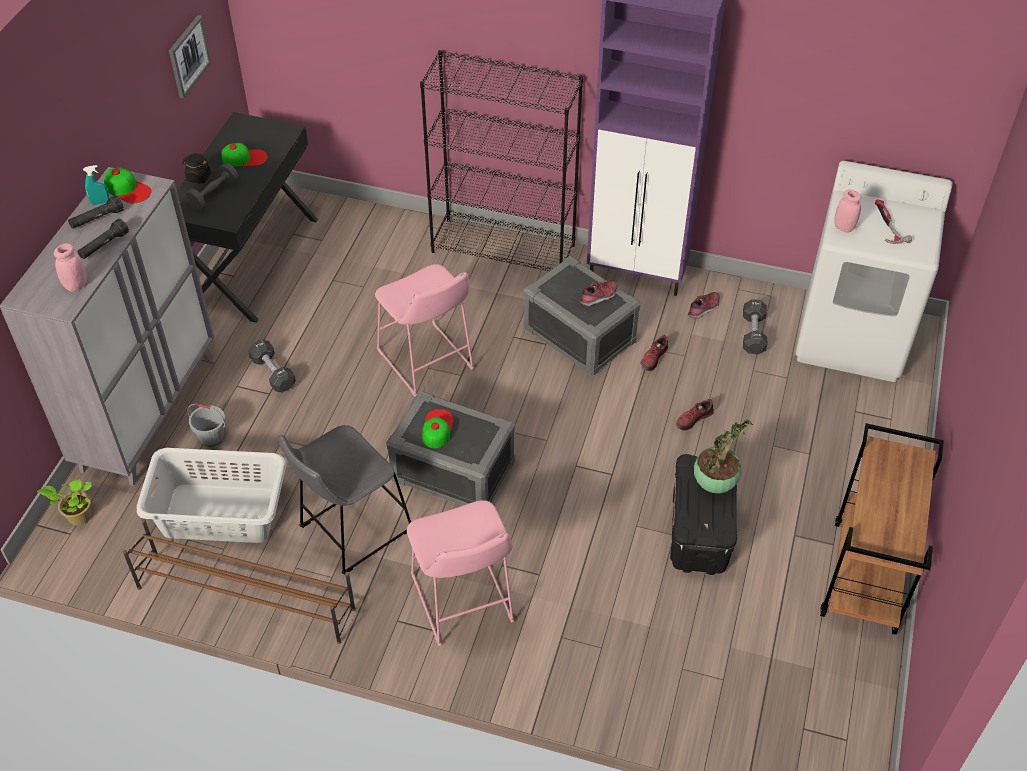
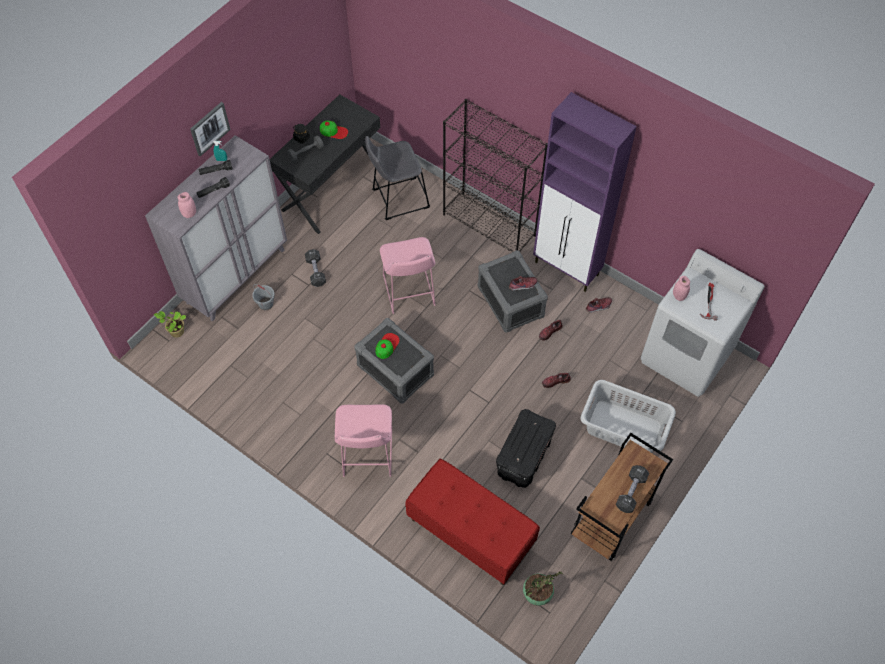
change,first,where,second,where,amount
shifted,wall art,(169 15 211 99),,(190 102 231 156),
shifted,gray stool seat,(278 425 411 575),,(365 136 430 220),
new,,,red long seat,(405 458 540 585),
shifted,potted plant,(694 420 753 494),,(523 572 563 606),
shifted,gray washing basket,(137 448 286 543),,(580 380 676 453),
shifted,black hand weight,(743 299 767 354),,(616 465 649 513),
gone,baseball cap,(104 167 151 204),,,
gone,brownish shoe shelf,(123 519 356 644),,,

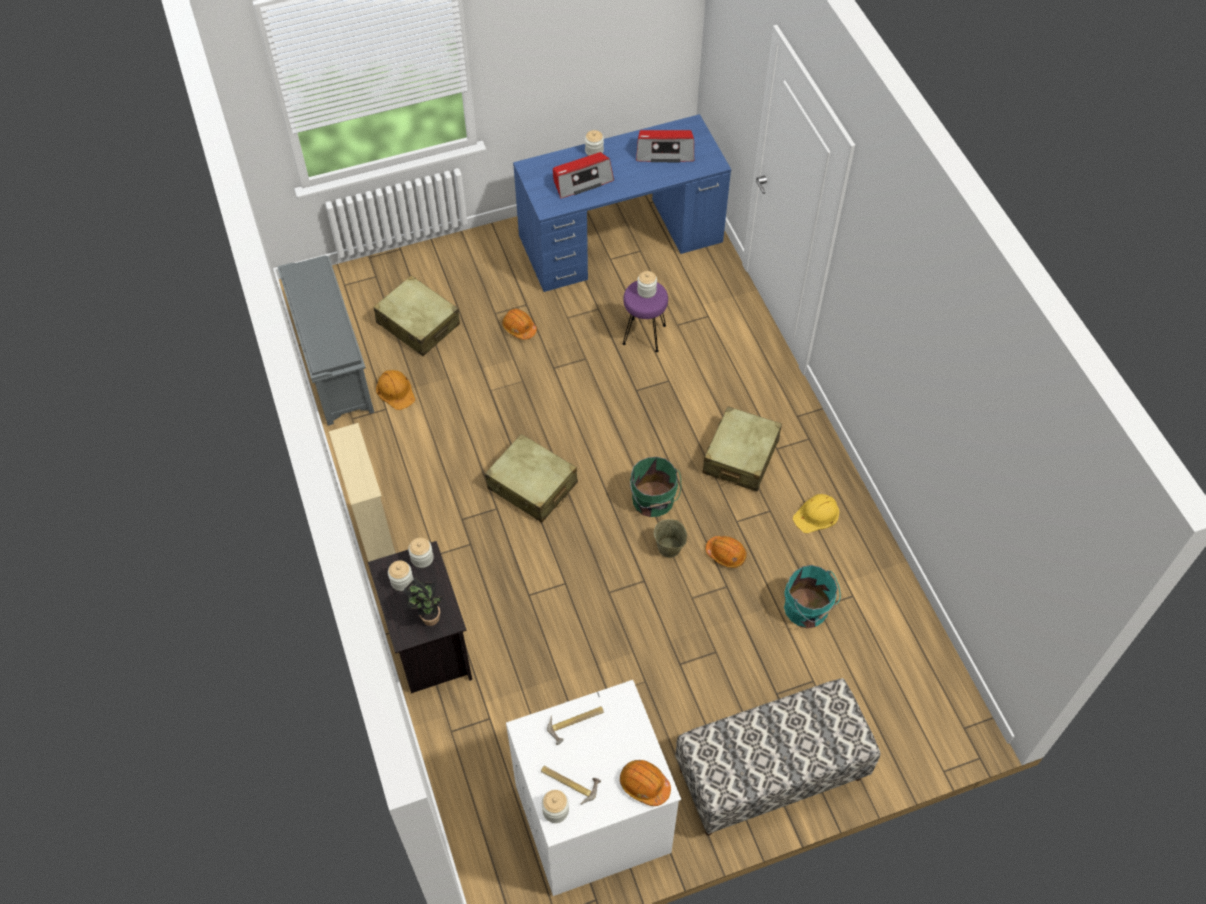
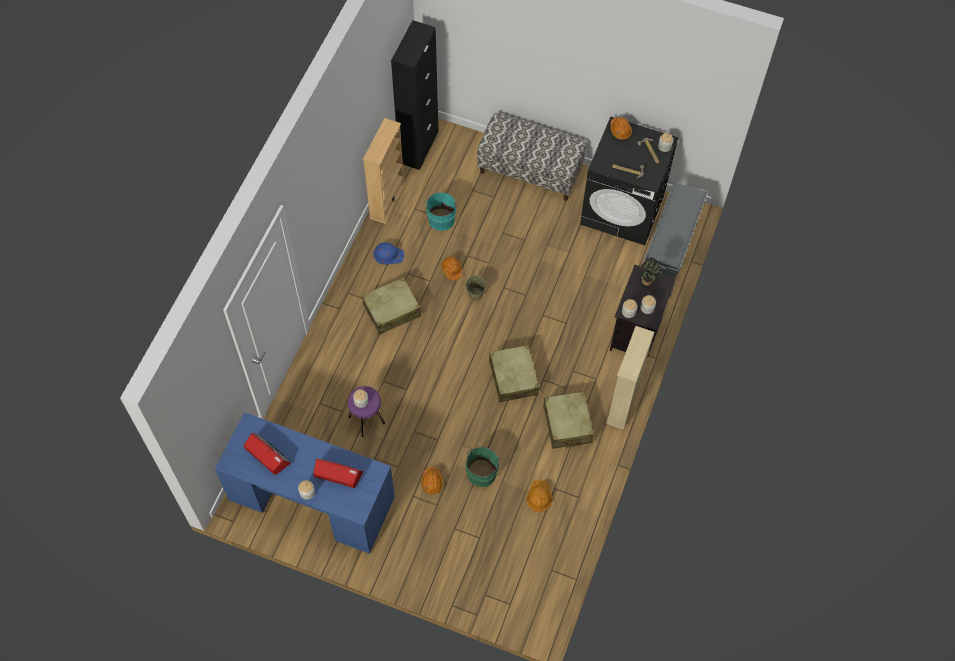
change,first,where,second,where,amount
new,,,beige-coloured shelving unit,(363 118 405 224),
repainted,yellow safety helmet,(793 494 839 533),bluish safety helmet,(373 242 404 265),
new,,,black storage cabinet,(391 20 439 170),
shifted,greenish bucket,(630 457 681 517),,(465 447 502 487),
shifted,beige-coloured travel case,(373 275 460 356),,(543 391 594 449),
repainted,whitish laundry machine,(506 680 681 896),black laundry machine,(580 116 678 245),
shifted,gray shoe shelf,(277 255 374 426),,(643 182 708 298),

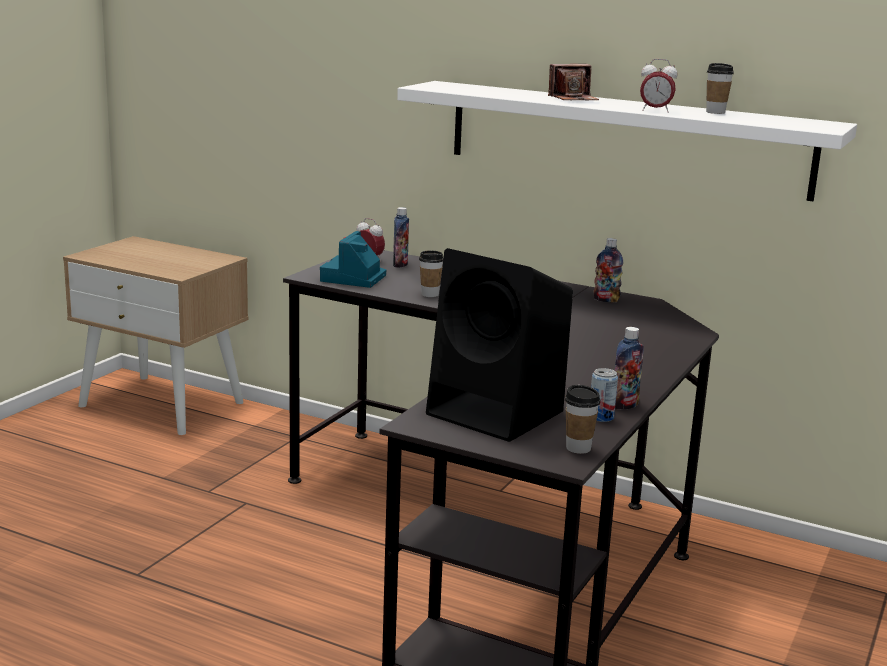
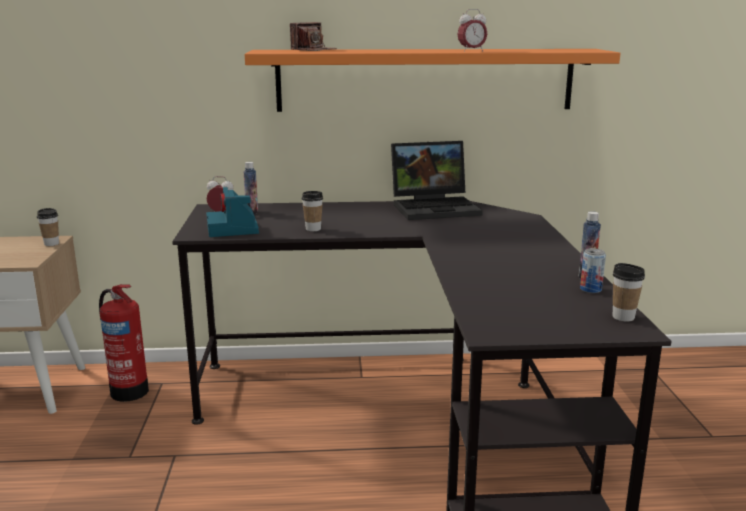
change,first,where,second,where,amount
shifted,cup,(706 63 734 114),,(37 208 59 246),
new,,,fire extinguisher,(99 284 149 402),
repainted,whitish shelf,(397 81 857 201),orange shelf,(245 49 621 112),
shifted,still camera,(548 64 599 100),,(290 22 337 51),
swapped,beverage bottle,(593 238 623 302),notebook computer,(391 141 483 220),
gone,black loudspeaker,(426 248 573 442),,,

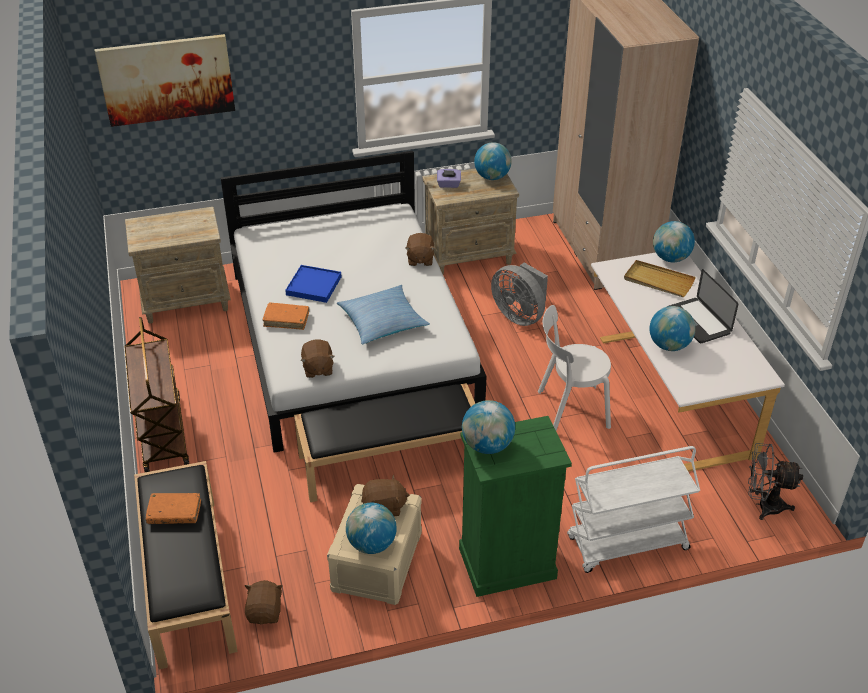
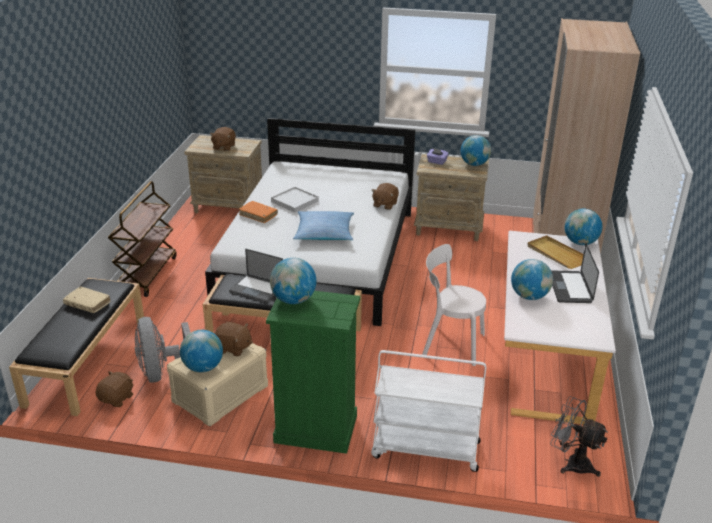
change,first,where,second,where,amount
repainted,orange bound book,(145 493 201 524),beige-coloured bound book,(63 286 111 313),
shifted,gray fan,(491 263 548 326),,(135 317 191 383),
shifted,brownish soft toy,(301 340 335 378),,(210 127 236 151),
new,,,notebook computer,(229 248 283 303),
repainted,bluish tray,(285 265 342 303),whitish tray,(271 187 319 213),
gone,wall art,(94 34 235 127),,,

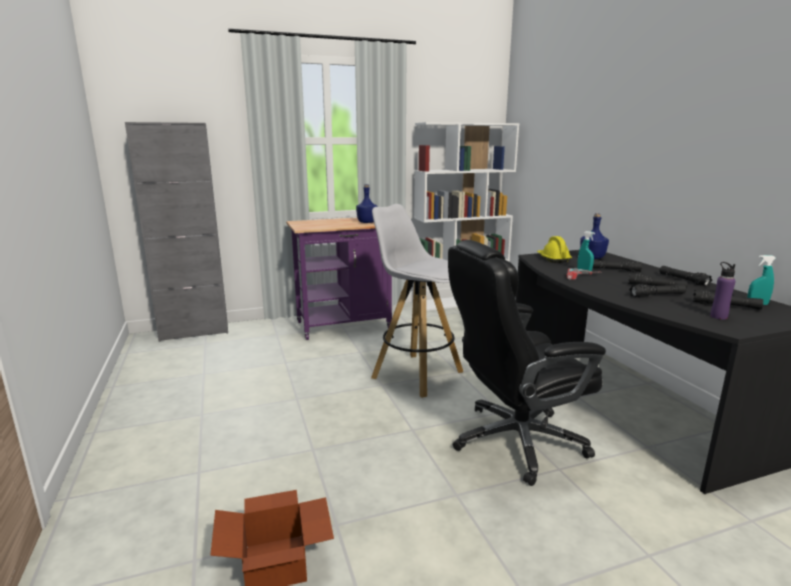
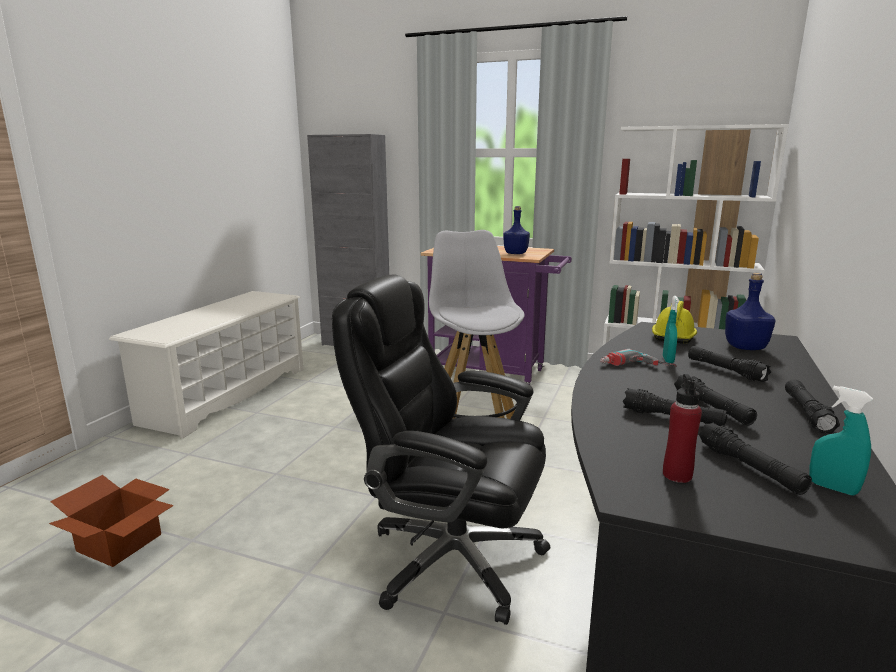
change,first,where,second,where,amount
new,,,whitish shoe shelf,(109 291 303 438),
repainted,purple-coloured beverage bottle,(710 262 736 319),red beverage bottle,(663 374 702 483),

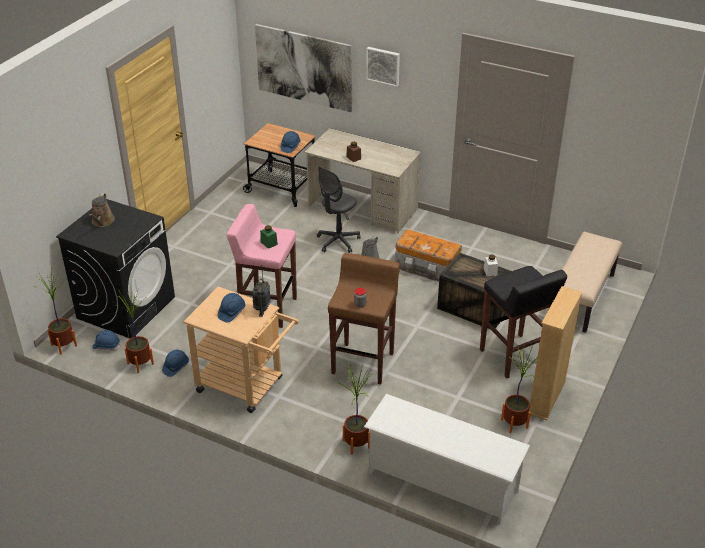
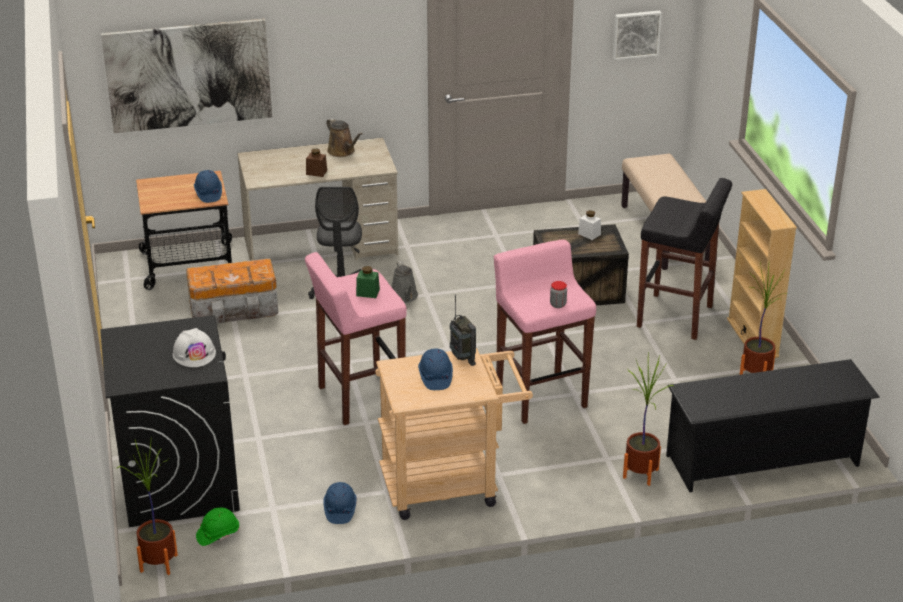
change,first,where,second,where,amount
new,,,whitish safety helmet,(173 328 216 367),
shifted,storage box,(395 229 462 281),,(186 258 278 323),
repainted,bluish safety helmet,(92 330 121 351),greenish safety helmet,(196 507 240 546),
shifted,brownish sprinkling can,(89 193 115 227),,(326 118 363 157),
repainted,brownish stool seat,(328 253 400 384),pinkish stool seat,(494 240 596 424),
shifted,wall art,(366 47 400 87),,(613 11 662 60),
repainted,whitish shoe shelf,(364 394 530 525),black shoe shelf,(666 359 880 492),
gone,potted plant,(118 289 154 373),,,

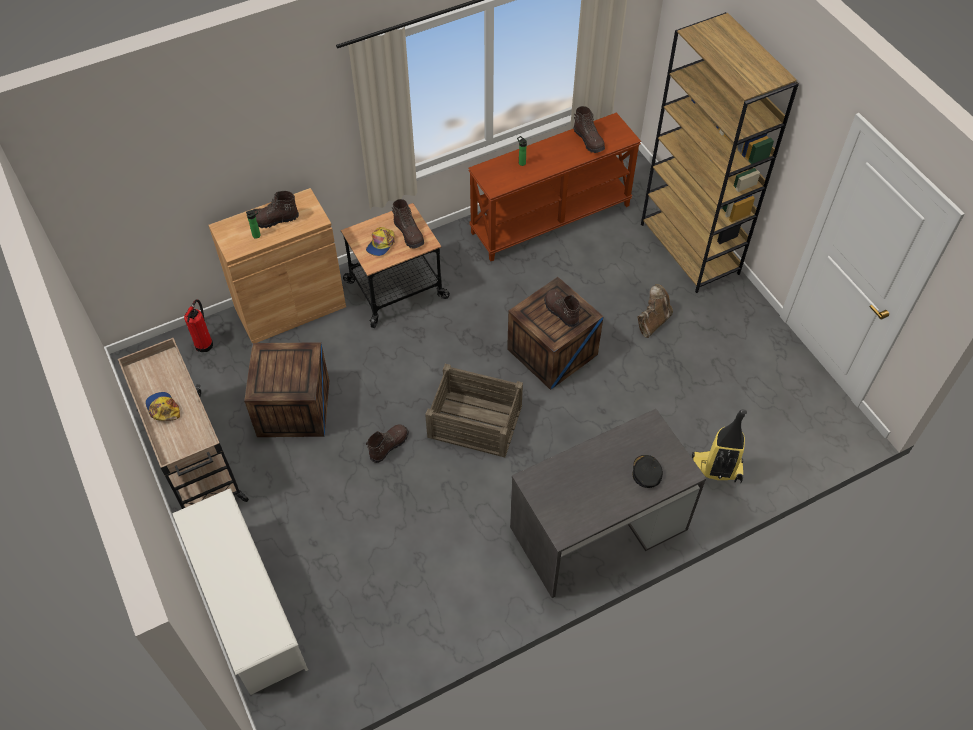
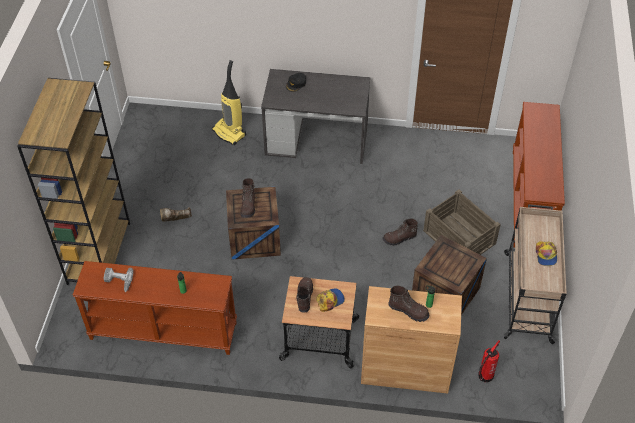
change,first,where,second,where,amount
swapped,brownish high-top boot,(573 106 605 153),drill,(104 268 134 292),
shifted,shipping crate,(425 364 523 457),,(423 189 501 255),
swapped,whitish shoe shelf,(172 488 308 695),brownish hall table,(513 102 565 248),

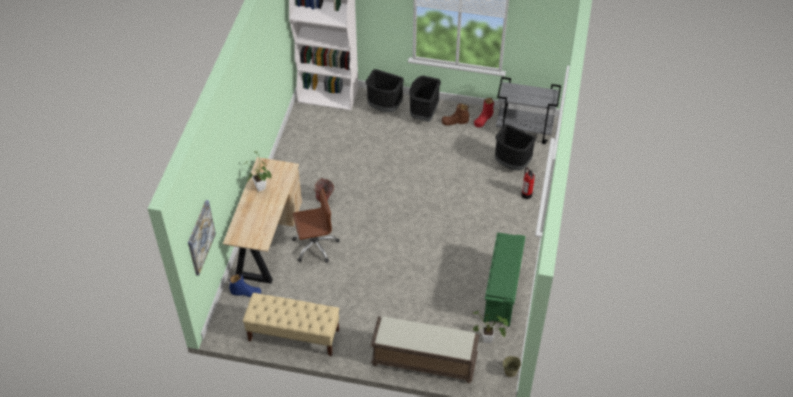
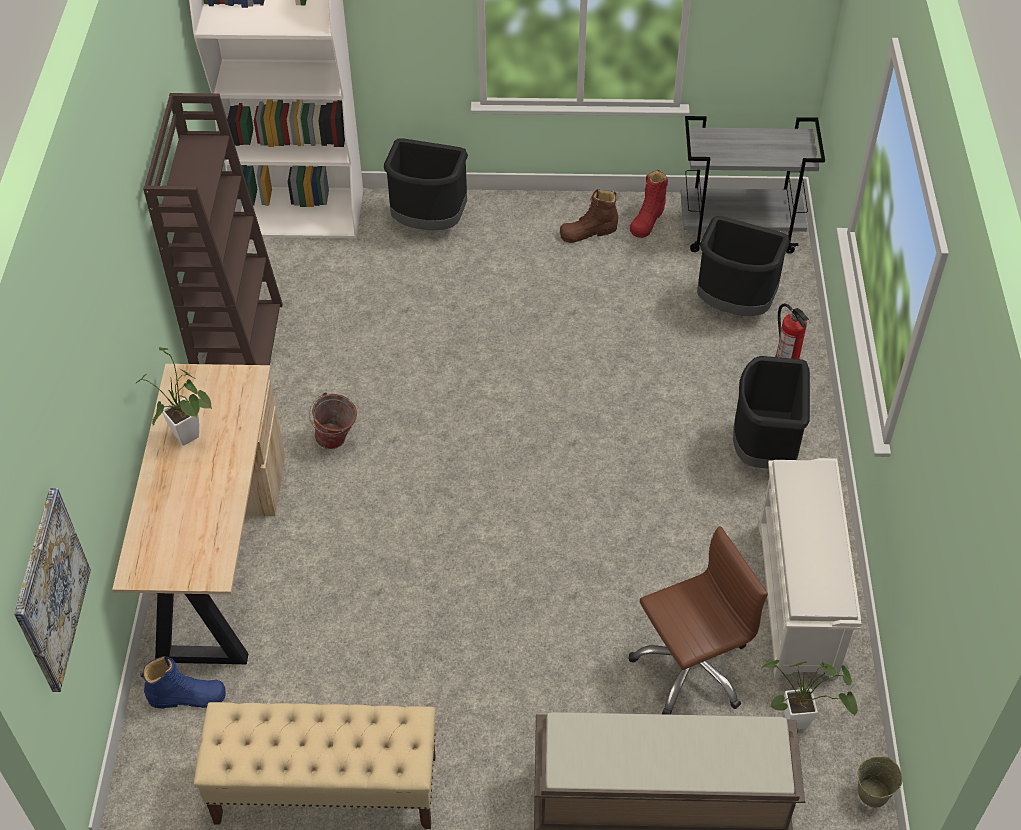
change,first,where,second,where,amount
new,,,brownish shelving unit,(143 93 283 365),
shifted,brownish office chair,(292 188 339 263),,(629 526 768 715),
shifted,black trash can,(409 76 441 122),,(733 356 810 469),
repainted,greenish shoe shelf,(484 233 526 327),whitish shoe shelf,(758 458 862 679),

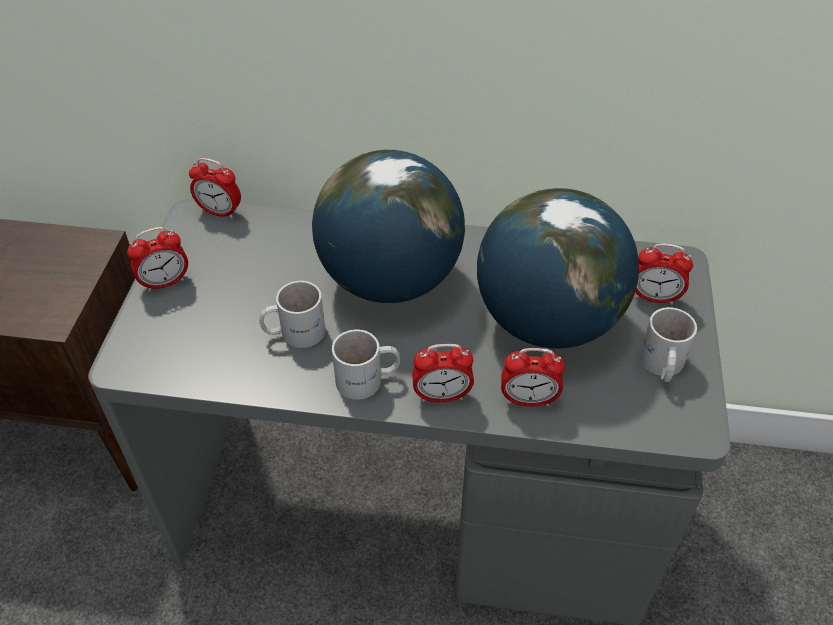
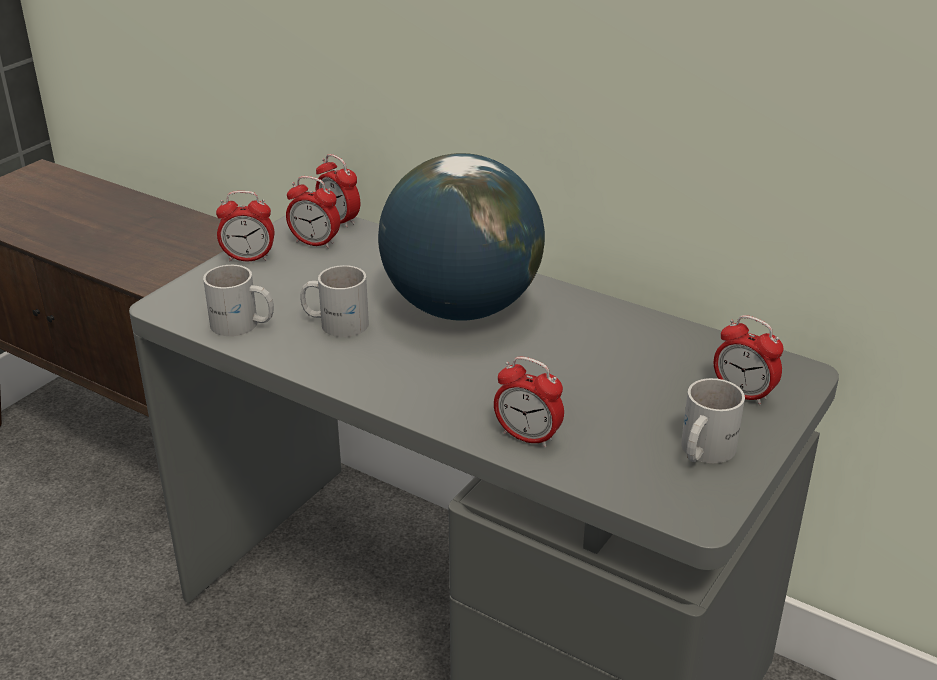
change,first,where,second,where,amount
shifted,whitish coffee mug,(332 329 400 400),,(203 265 274 336),
shifted,alarm clock,(412 344 474 402),,(286 176 340 249),
gone,world globe,(477 188 639 349),,,

